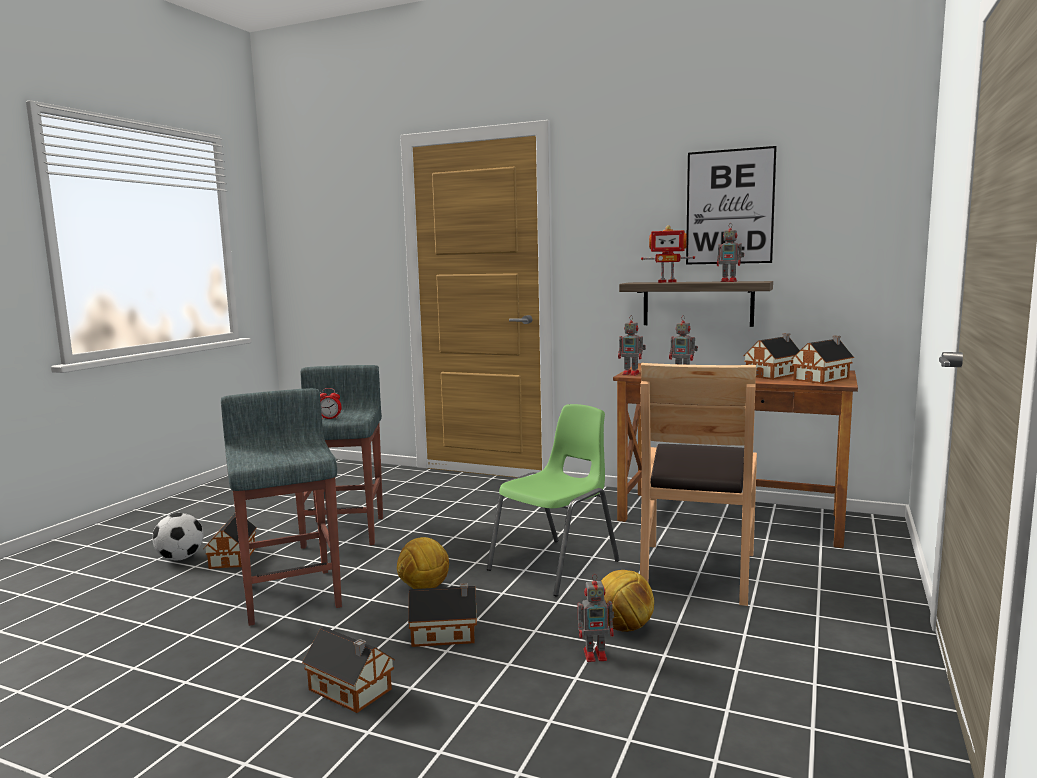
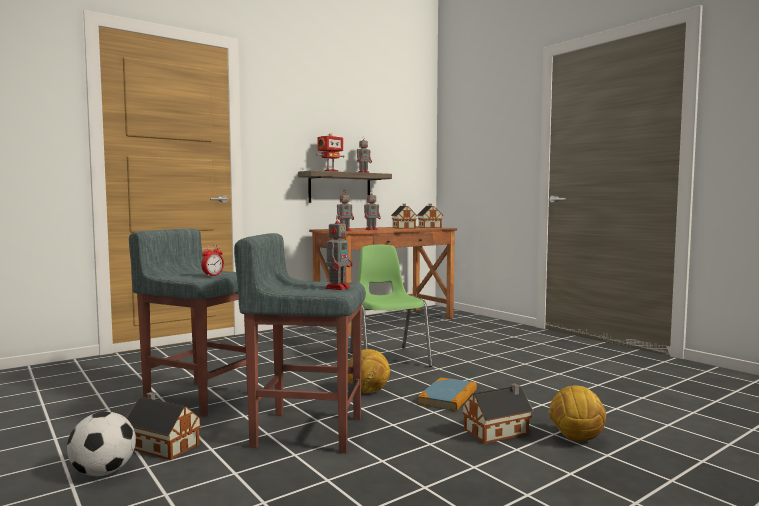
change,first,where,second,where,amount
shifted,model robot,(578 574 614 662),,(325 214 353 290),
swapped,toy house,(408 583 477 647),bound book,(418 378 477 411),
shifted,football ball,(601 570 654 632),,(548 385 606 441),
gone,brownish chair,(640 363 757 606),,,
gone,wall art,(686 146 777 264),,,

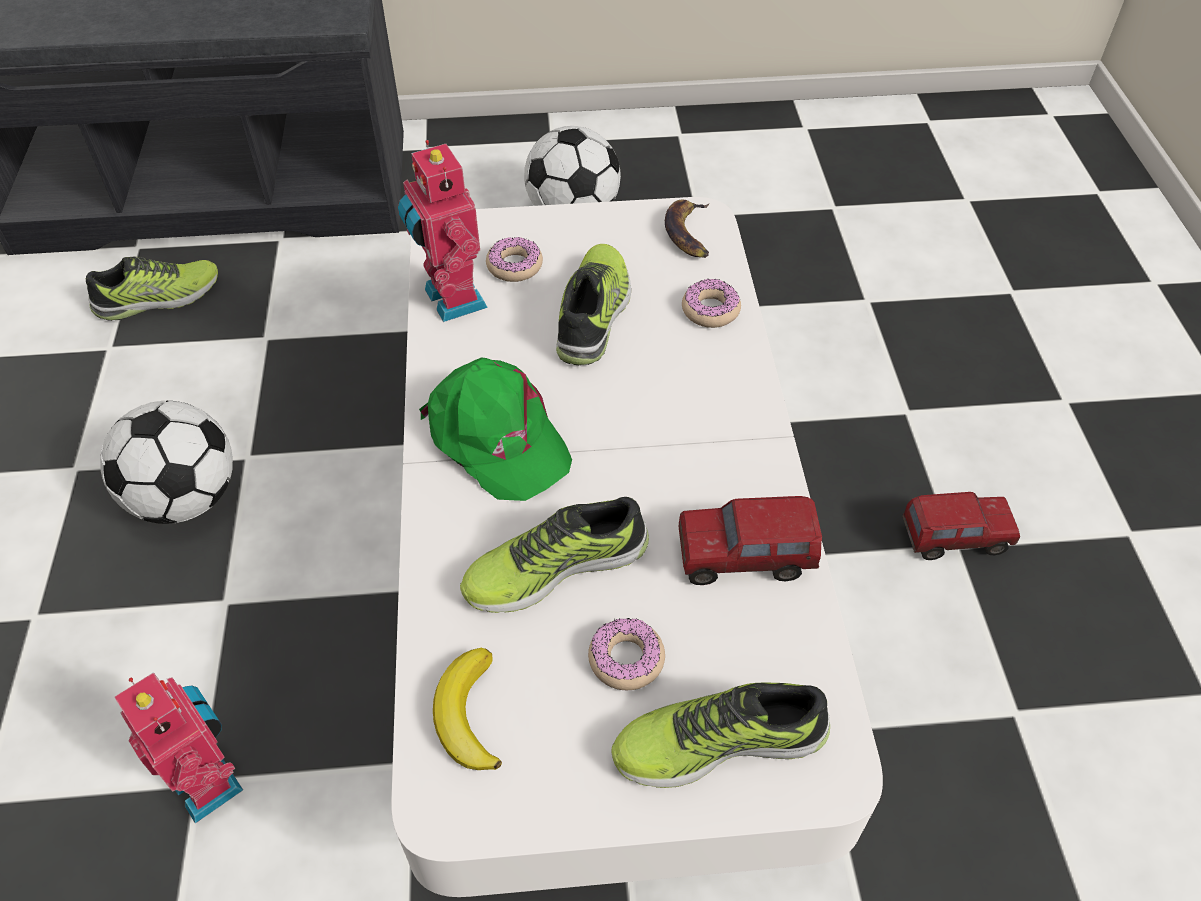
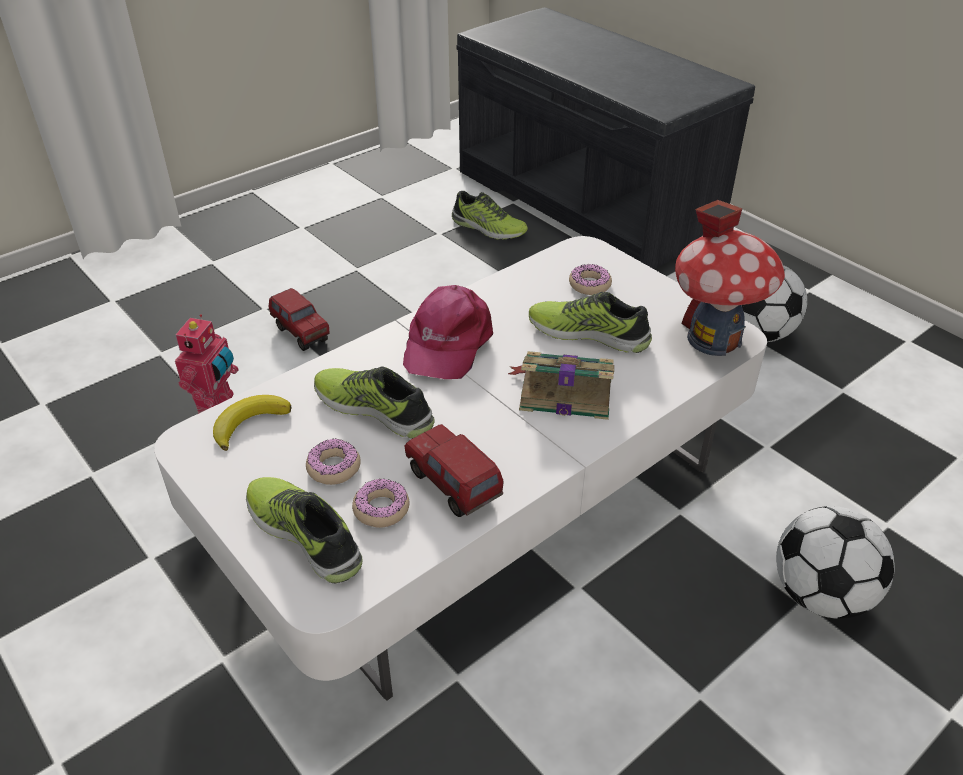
change,first,where,second,where,amount
shifted,model truck,(902 492 1020 560),,(268 288 329 351),
shifted,doughnut,(682 279 741 328),,(352 478 409 528),
repainted,greenish baseball cap,(419 358 572 501),pinkish baseball cap,(403 285 493 379),
new,,,bound book,(508 351 614 420),
rotated,low shoe,(556 244 631 365),,(529 292 652 353),135 degrees counterclockwise
swapped,banana fruit,(665 200 709 258),toy house,(675 200 785 356),
shifted,football ball,(100 401 233 524),,(776 506 895 619),
gone,model robot,(398 140 488 322),,,

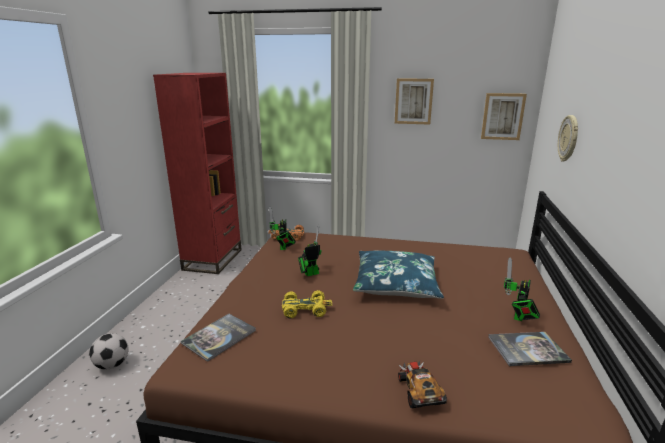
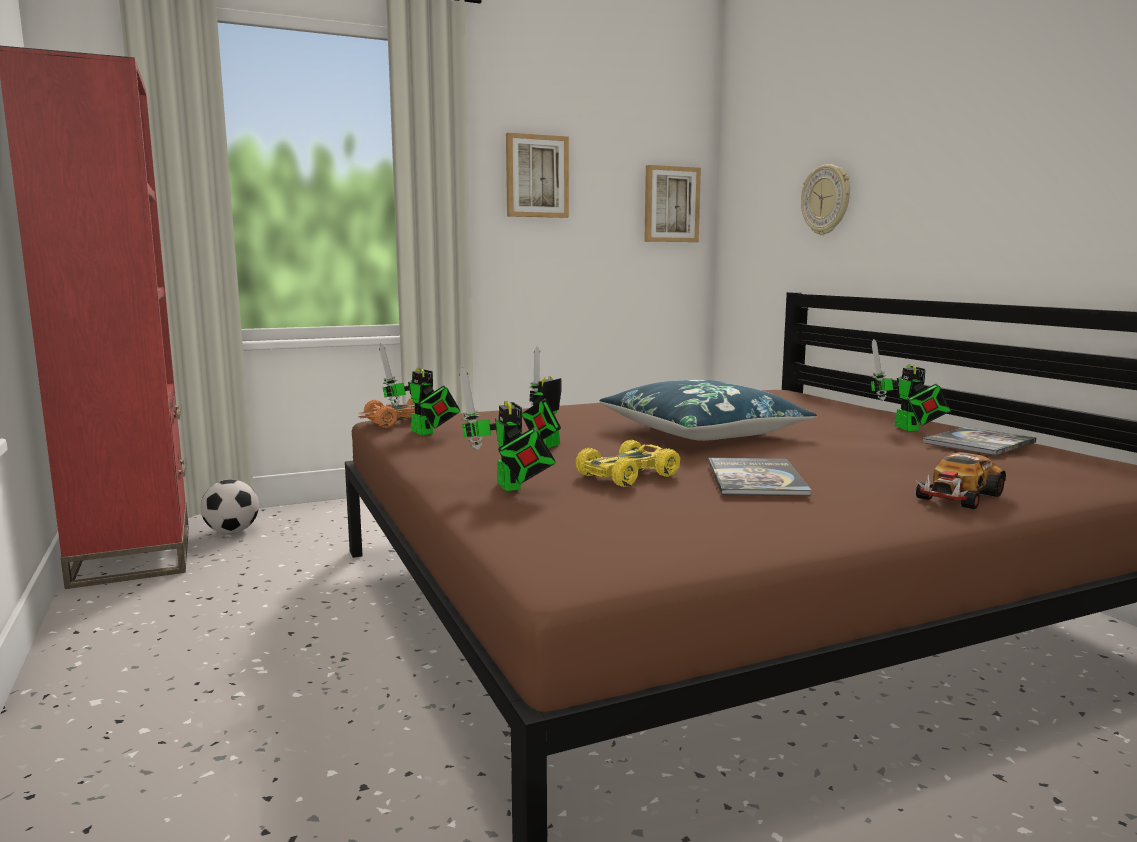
change,first,where,second,where,amount
shifted,football ball,(89 333 129 369),,(201 480 259 534),
new,,,model robot,(459 367 556 491),
shifted,bound book,(181 314 256 362),,(708 458 811 496),
rotated,miniature car,(398 361 447 408),,(916 452 1006 509),90 degrees counterclockwise

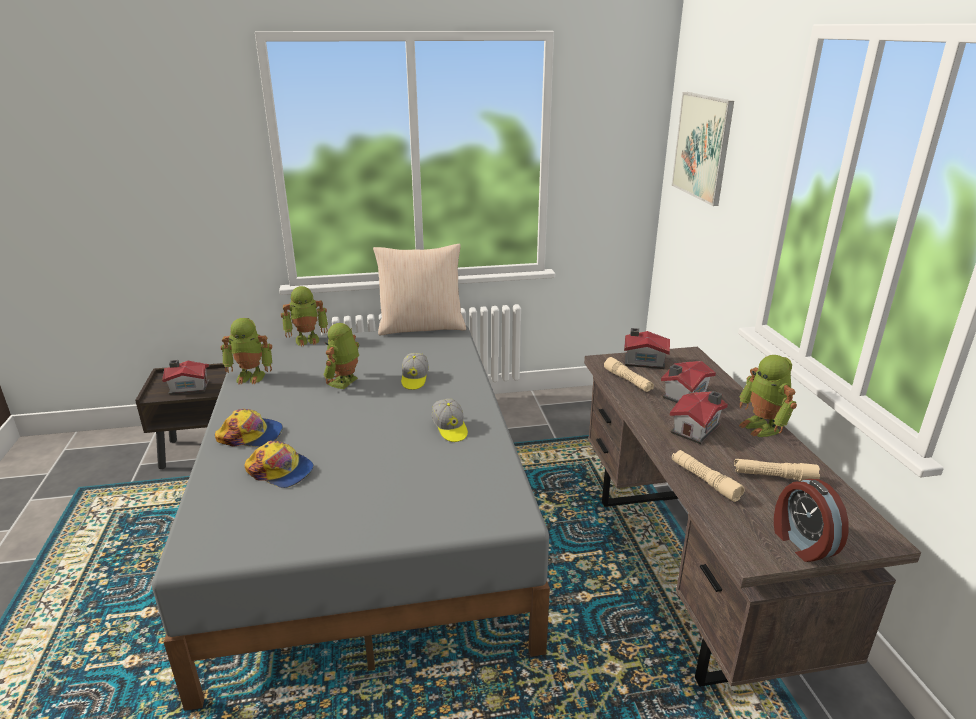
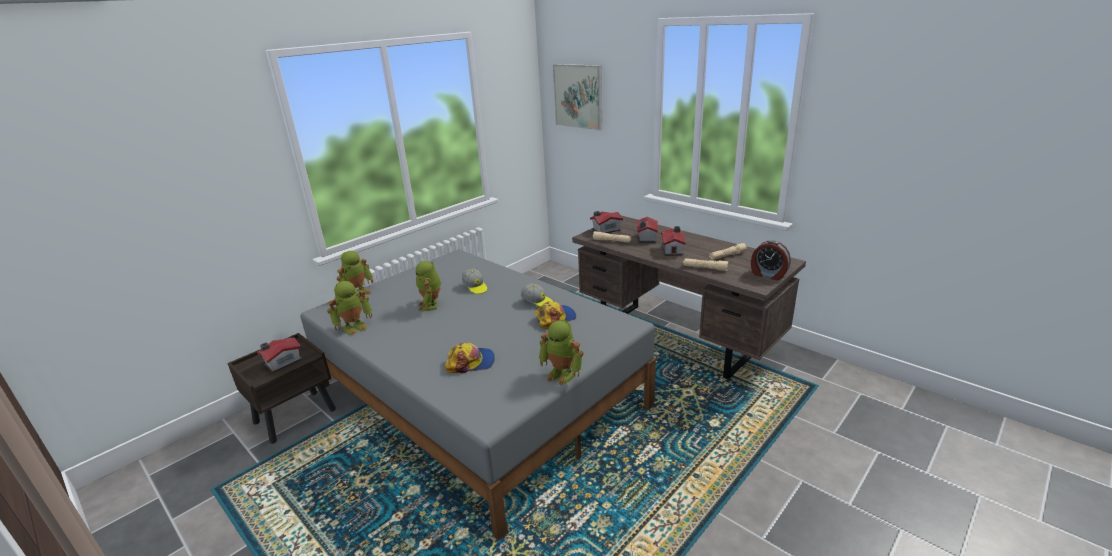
change,first,where,second,where,amount
shifted,baseball cap,(215 409 283 447),,(535 301 576 329),
shifted,model robot,(739 355 797 437),,(539 320 584 386),
gone,beige-coloured cushion,(373 244 466 335),,,

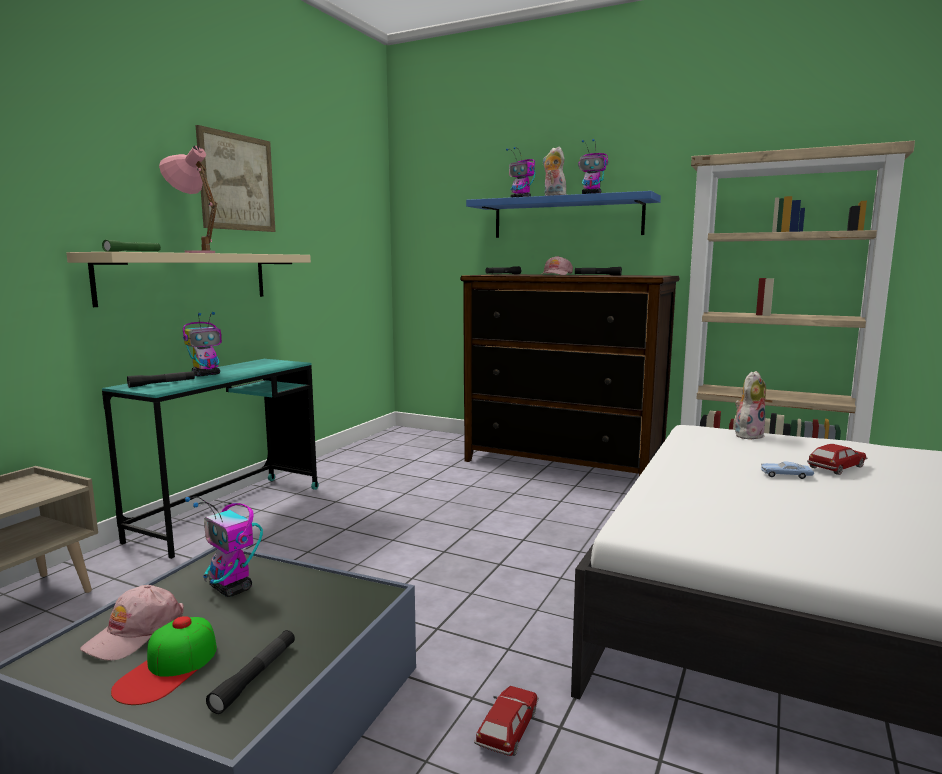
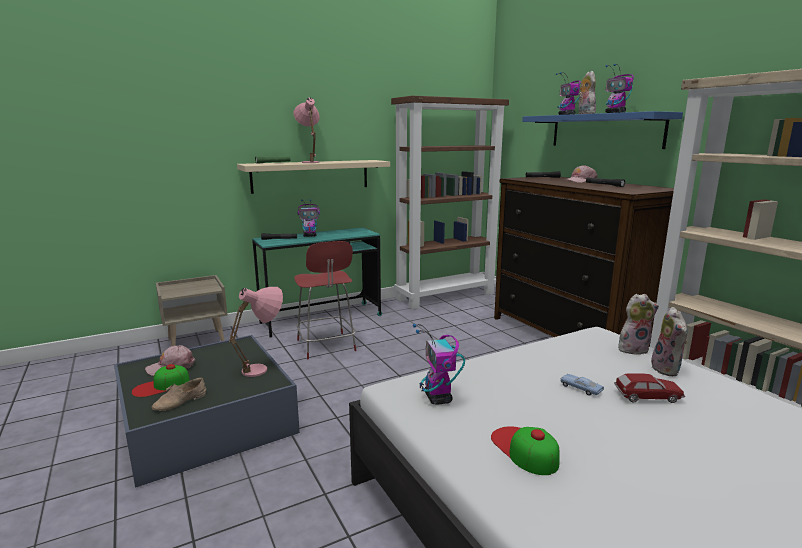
change,first,where,second,where,amount
swapped,black hand torch,(206 630 295 714),beige-coloured low shoe,(152 377 206 411),
new,,,pinkish table lamp,(229 287 283 377),
new,,,red chair,(294 241 356 359),
new,,,brownish shelving unit,(391 96 509 309),
shifted,model robot,(185 496 263 597),,(413 324 465 405),
new,,,baseball cap,(491 426 560 475),
new,,,soft toy,(651 307 688 376),
gone,wall art,(196 125 275 232),,,
gone,miniature car,(474 686 539 756),,,

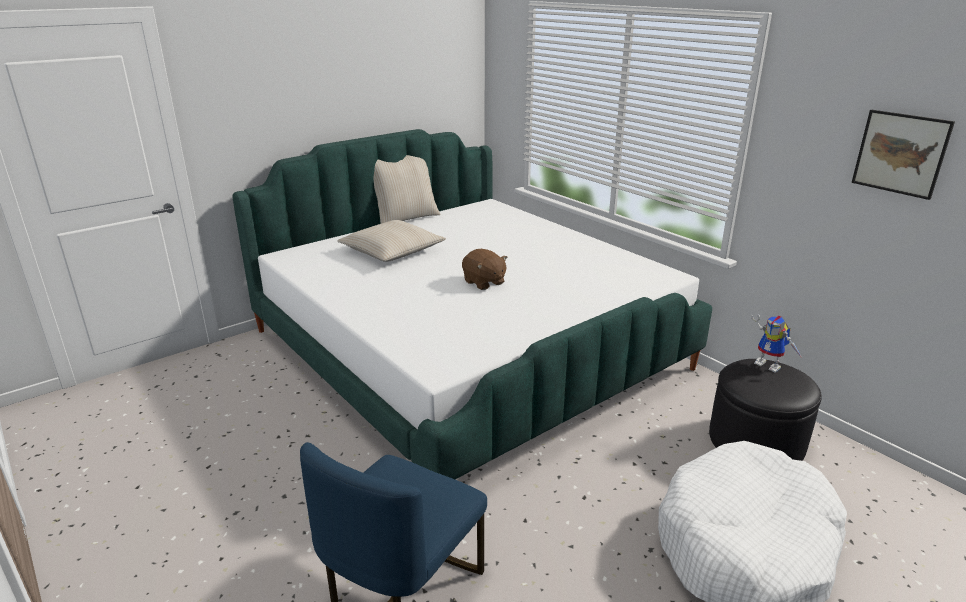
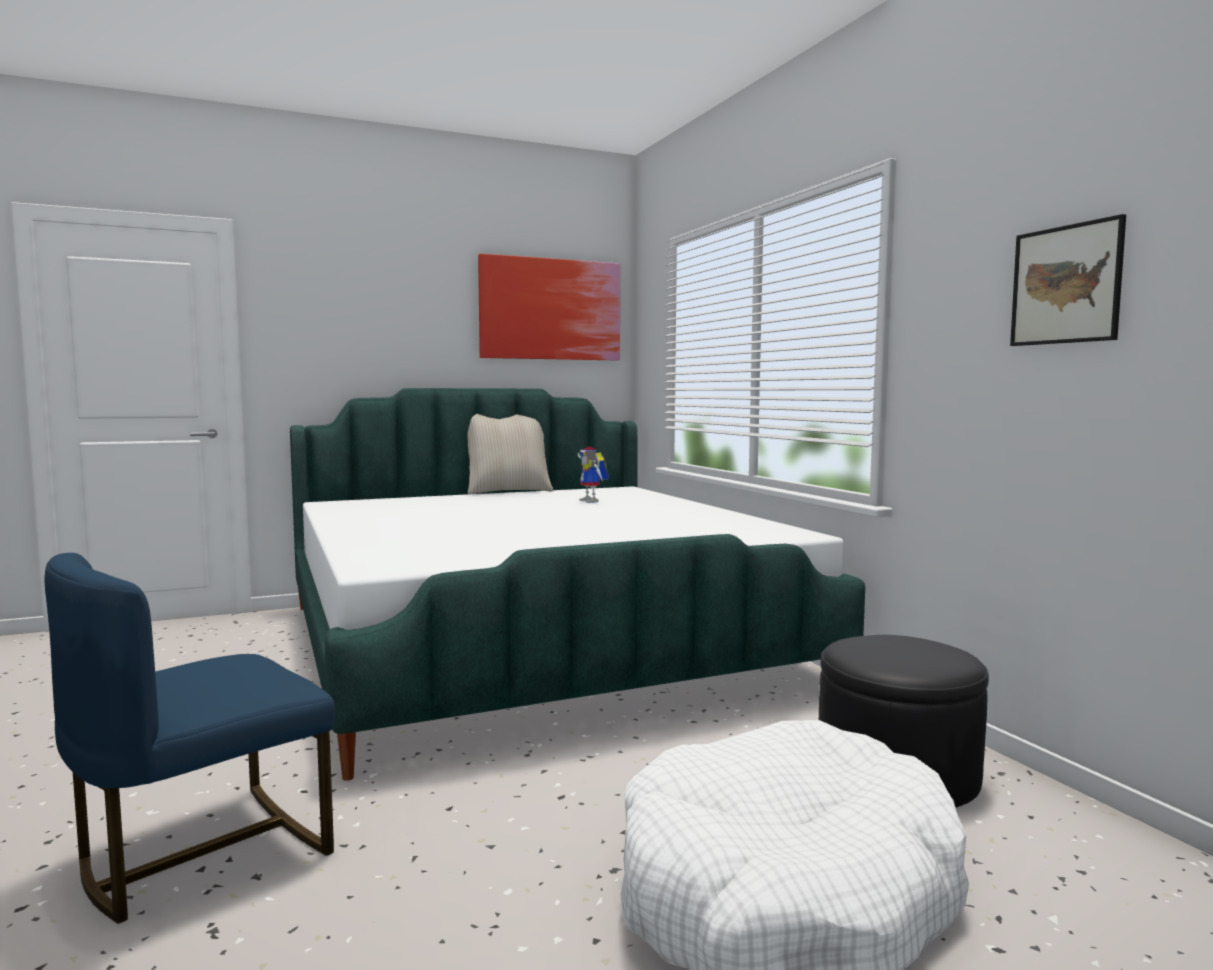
change,first,where,second,where,amount
new,,,wall art,(478 254 620 361),
shifted,model robot,(751 314 802 372),,(578 446 609 503),
gone,beige-coloured cushion,(337 220 446 262),,,
gone,brownish soft toy,(462 249 507 290),,,

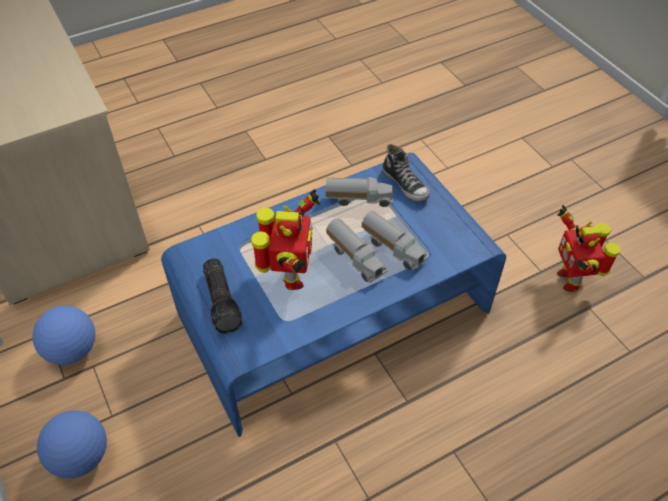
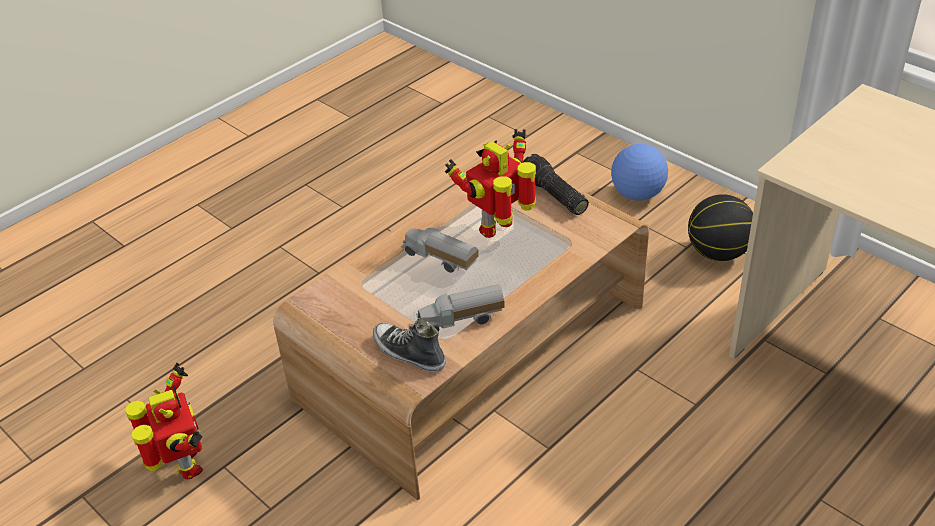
change,first,where,second,where,amount
repainted,bluish low table,(161 153 506 437),brownish low table,(273 155 649 500),
rotated,model robot,(251 189 320 290),,(445 129 536 238),60 degrees clockwise
swapped,football ball,(32 306 95 365),ball for basketball,(688 194 753 261),
gone,model truck,(362 211 428 271),,,

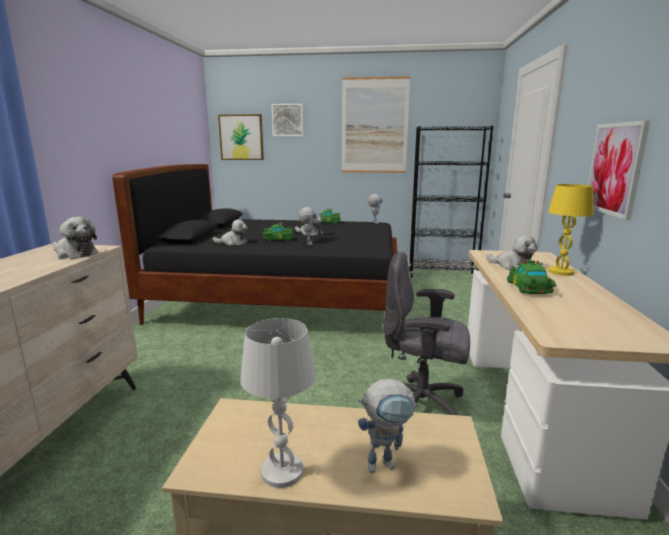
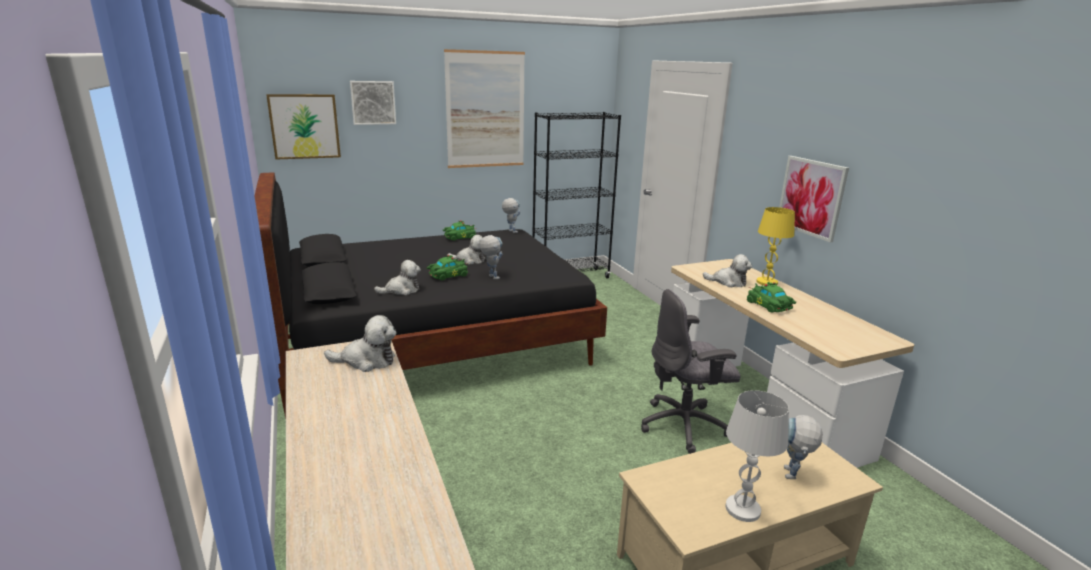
change,first,where,second,where,amount
rotated,model robot,(358 379 419 473),,(784 415 823 479),150 degrees clockwise

